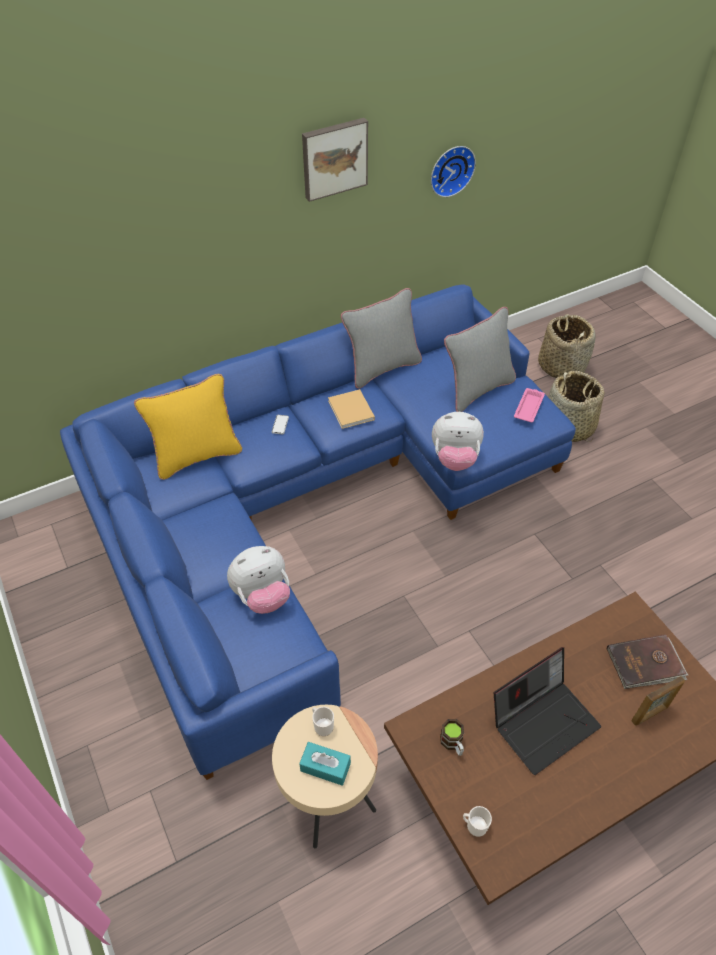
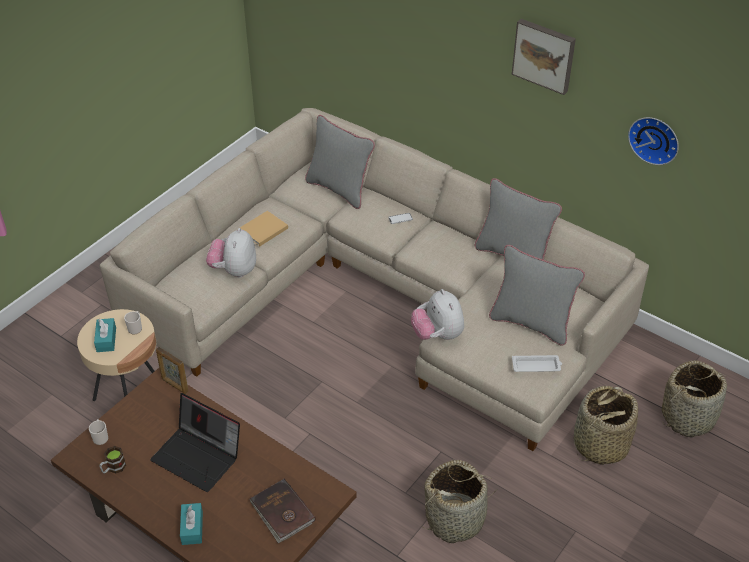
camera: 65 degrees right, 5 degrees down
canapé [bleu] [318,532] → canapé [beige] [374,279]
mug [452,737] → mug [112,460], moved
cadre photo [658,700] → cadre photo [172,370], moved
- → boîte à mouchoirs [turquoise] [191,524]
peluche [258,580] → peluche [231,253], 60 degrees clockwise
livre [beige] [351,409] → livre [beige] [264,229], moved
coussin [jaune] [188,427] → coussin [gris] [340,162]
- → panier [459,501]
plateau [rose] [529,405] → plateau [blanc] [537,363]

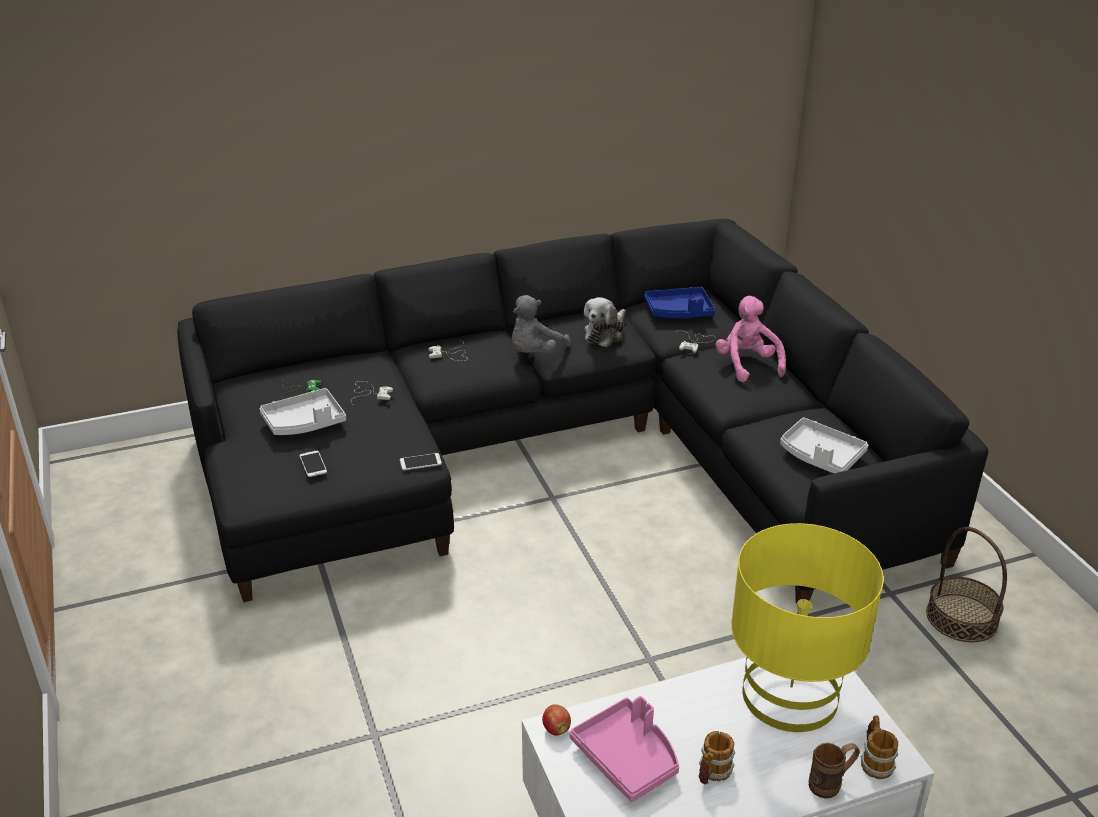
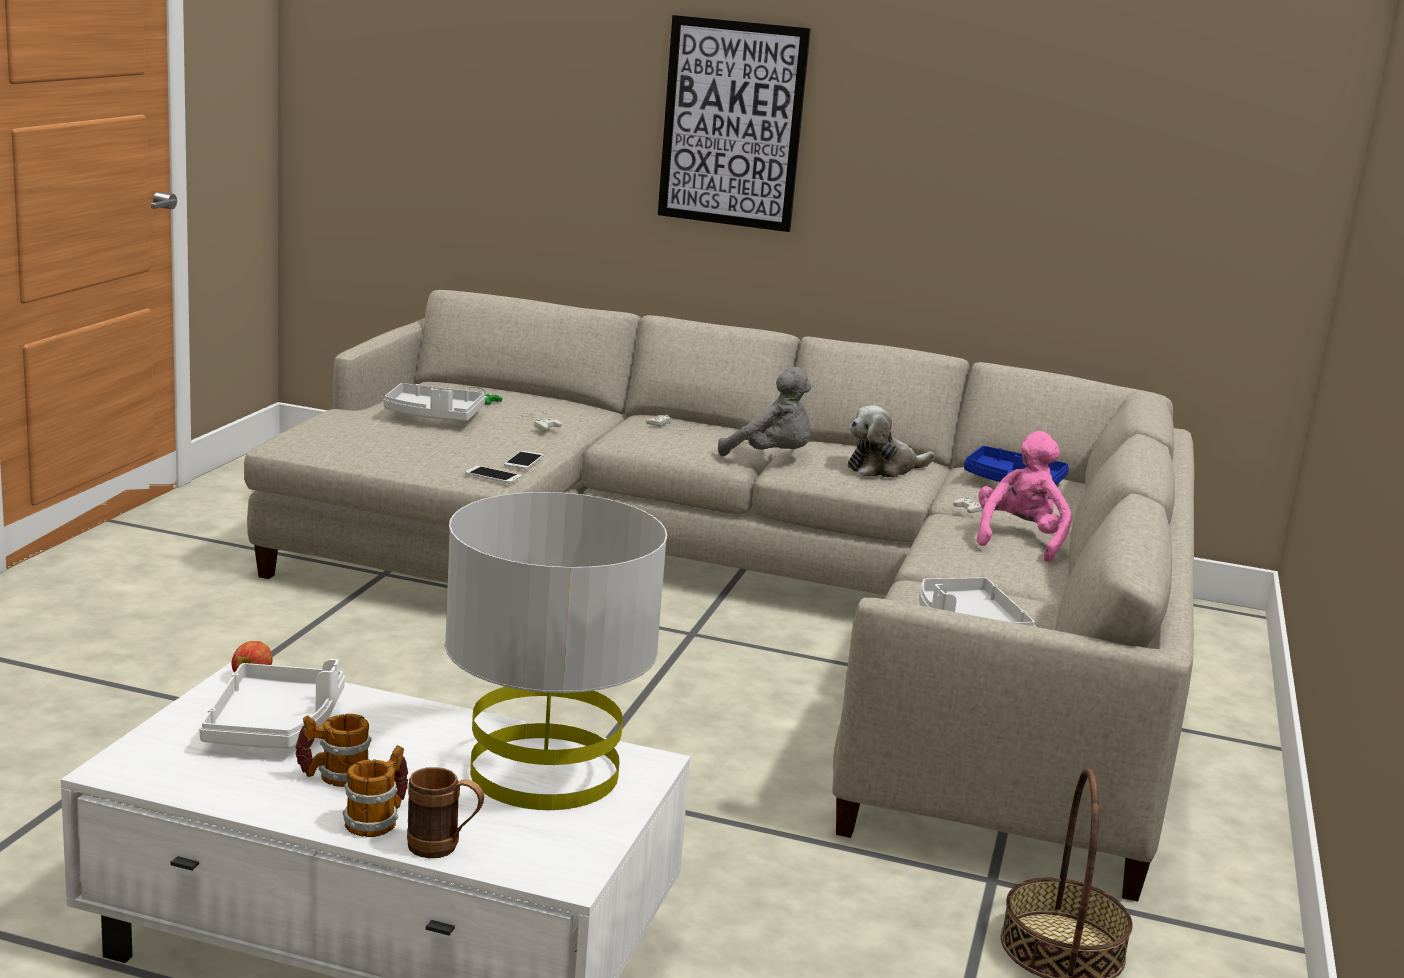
camera: 35 degrees right, 15 degrees down
plateau [rose] [624,749] → plateau [blanc] [272,704]
canapé [noir] [582,411] → canapé [beige] [719,596]
mug [879,747] → mug [375,791], moved
lampe de table [jaune] [807,627] → lampe de table [gris] [556,651]
téléphone [313,463] → téléphone [524,460], moved
- → tableau [734,123]
peluche [gris] [541,325] → peluche [gris] [764,411], 135 degrees counterclockwise

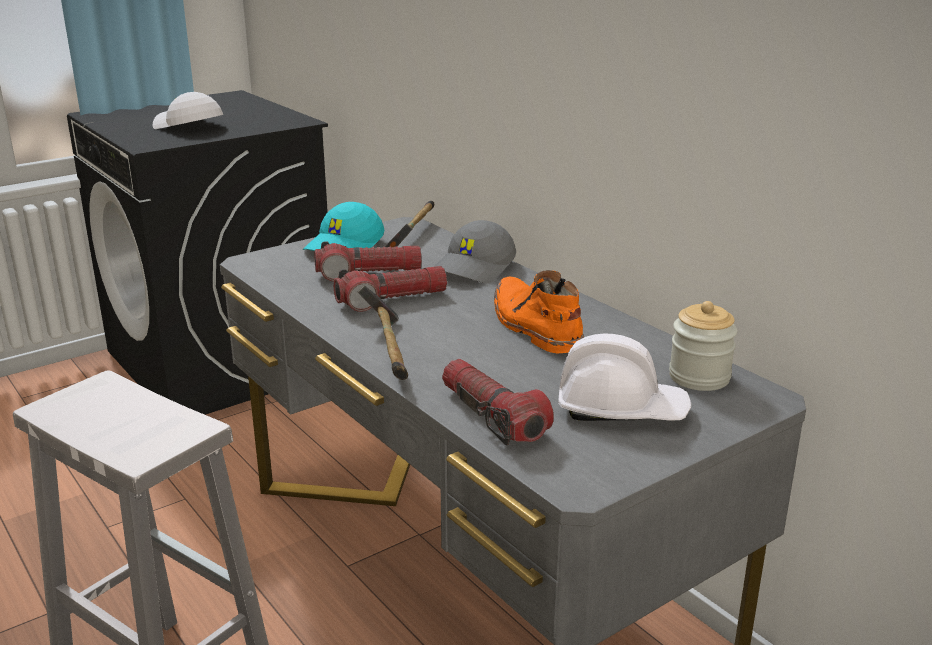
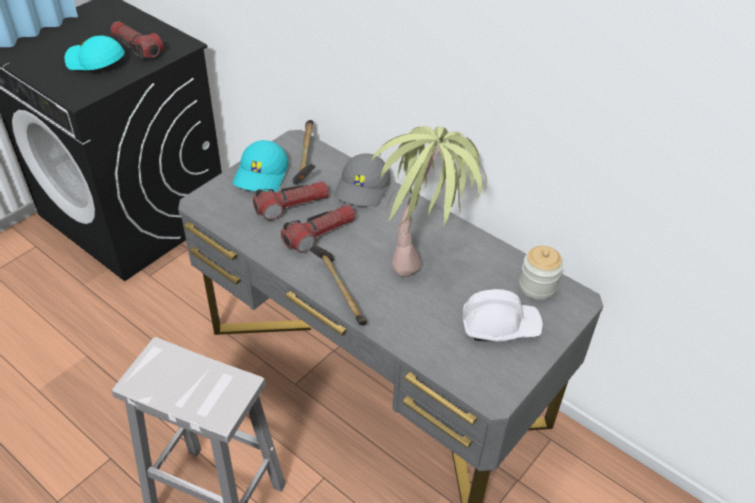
camera: 15 degrees left, 20 degrees up
casquette [blanc] [187,110] → casquette [turquoise] [95,52]
lampe de poche [498,402] → lampe de poche [137,40], moved
botte [orange] [539,311] → plante en pot [429,201]

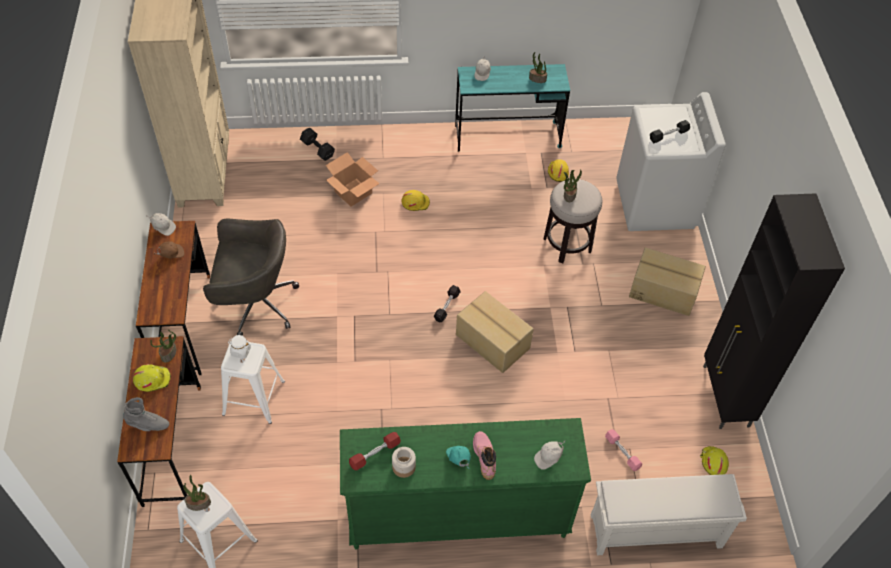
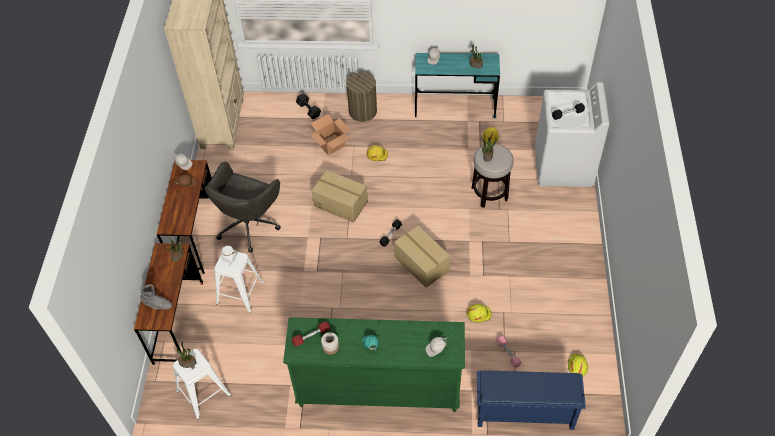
camera: 10 degrees right, 0 degrees up
chaise de bureau [gris] [251,277] → chaise de bureau [gris] [242,207], 105 degrees clockwise
carton [667,281] → carton [339,196], moved
- → panier à linge [361,97]
casque de chantier [jaune] [152,378] → casque de chantier [jaune] [479,313], moved
étagère à chaussures [blanc] [669,514] → étagère à chaussures [bleu] [531,400]
botte [rose] [484,455] → -
meuble de rangement [noir] [774,311] → -

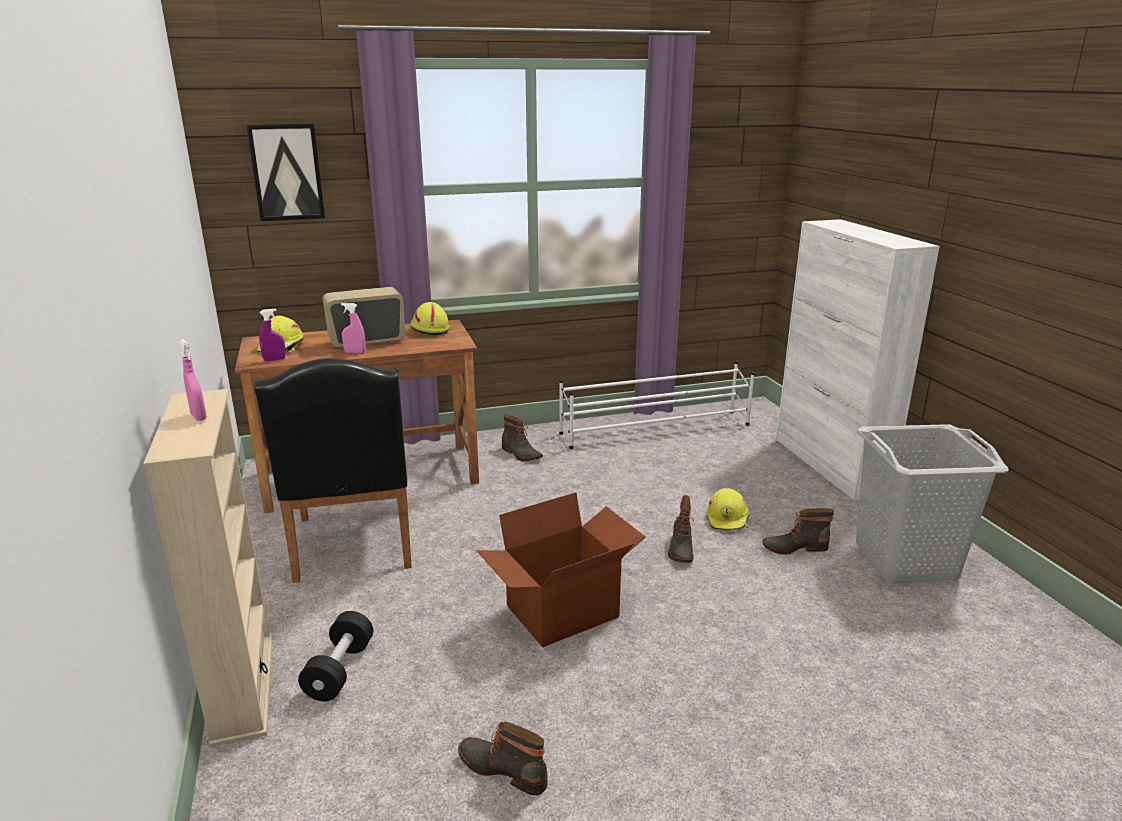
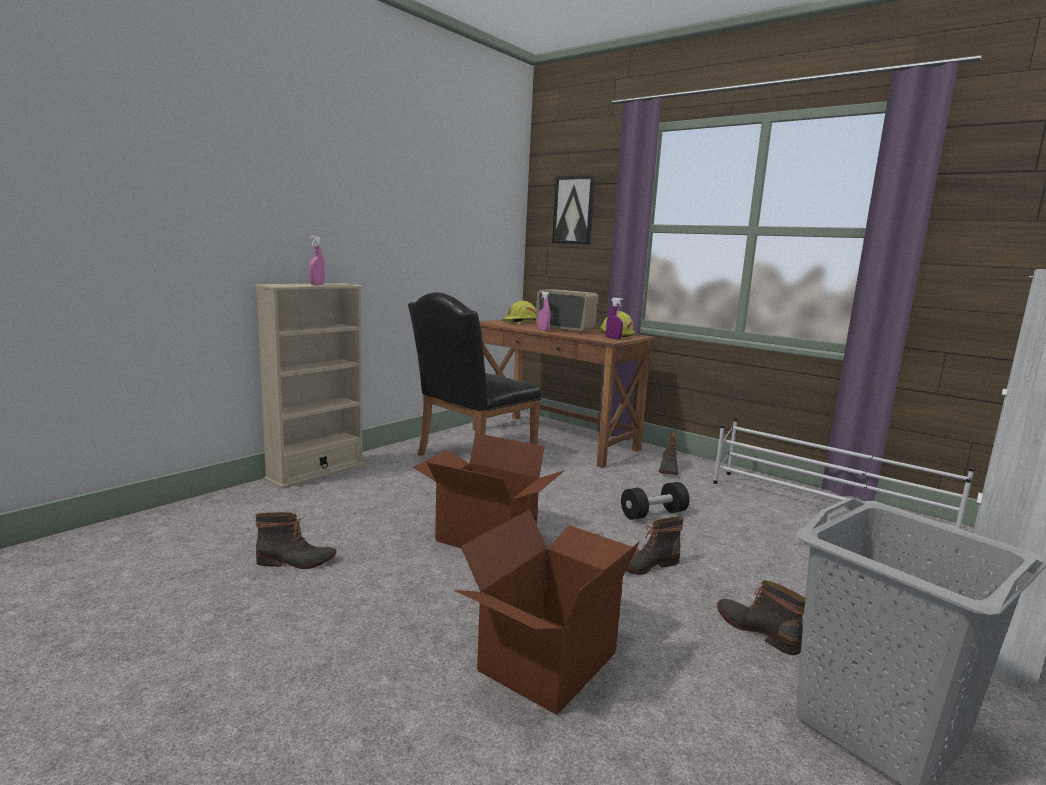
camera: 55 degrees right, 10 degrees down
botte [503,758] → botte [296,540], 90 degrees clockwise
- → carton [547,612]
vaporisateur [violet] [272,335] → vaporisateur [violet] [614,318], moved
haltère [noir] [335,656] → haltère [noir] [655,501], moved
casque de chantier [jaune] [728,509] → -

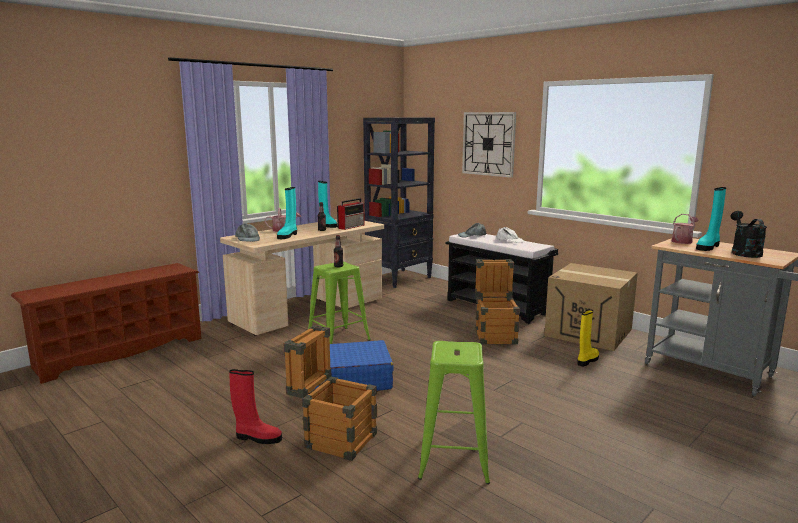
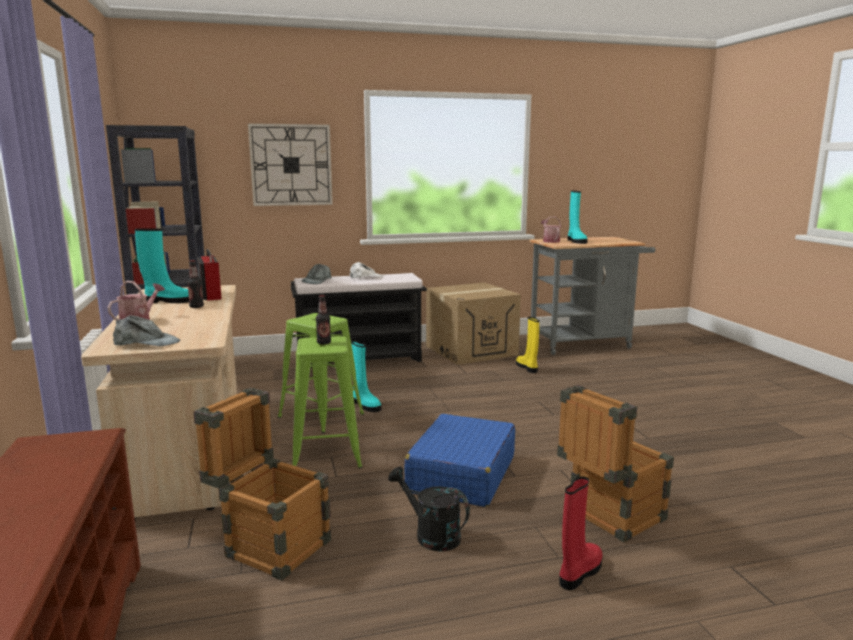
camera: 60 degrees left, 0 degrees up
caisse [497,302] → caisse [262,484], moved
tabouret [vert] [454,412] → tabouret [vert] [321,373], moved
botte [turquoise] [287,213] → botte [turquoise] [366,376], moved
arrosoir [noir] [749,234] → arrosoir [noir] [429,509], moved

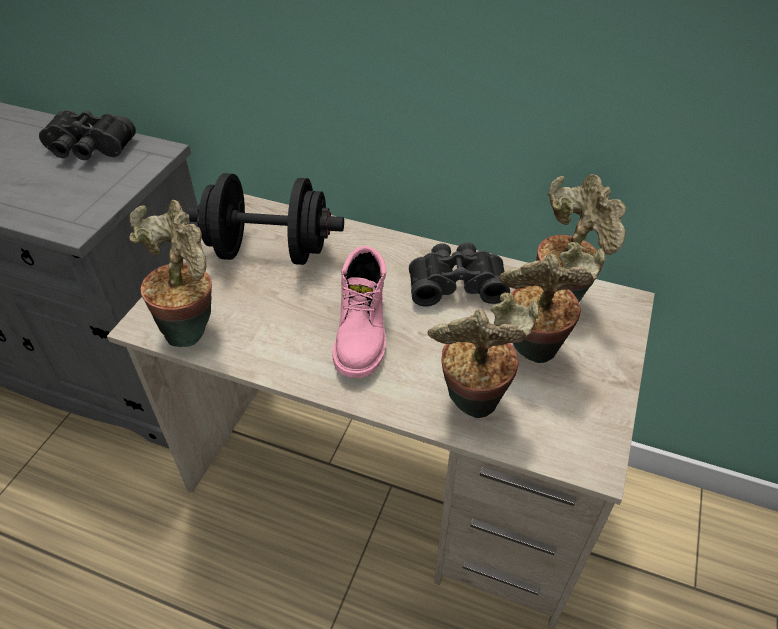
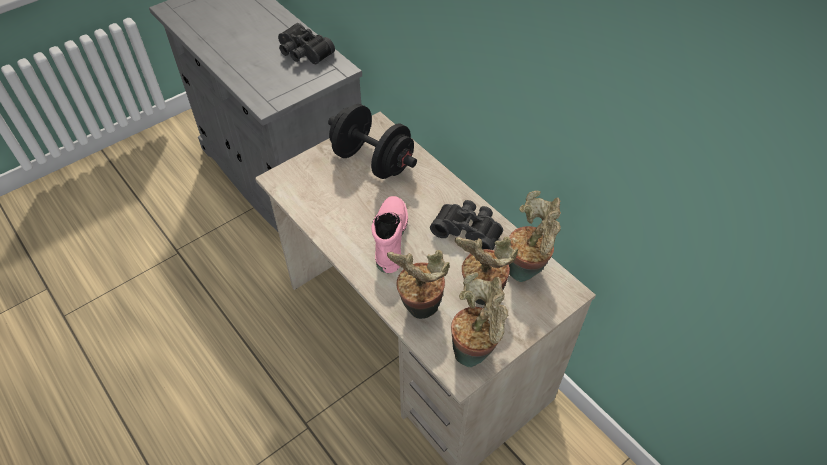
camera: 30 degrees right, 5 degrees up
botte [rose] [359,312] → botte [rose] [390,234], 150 degrees clockwise
plante en pot [171,273] → plante en pot [479,319], moved

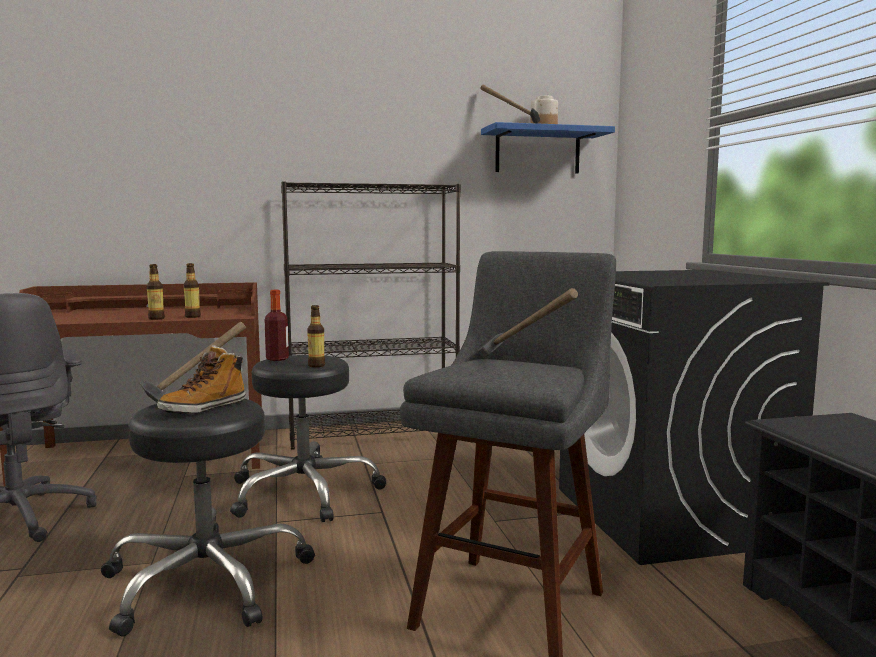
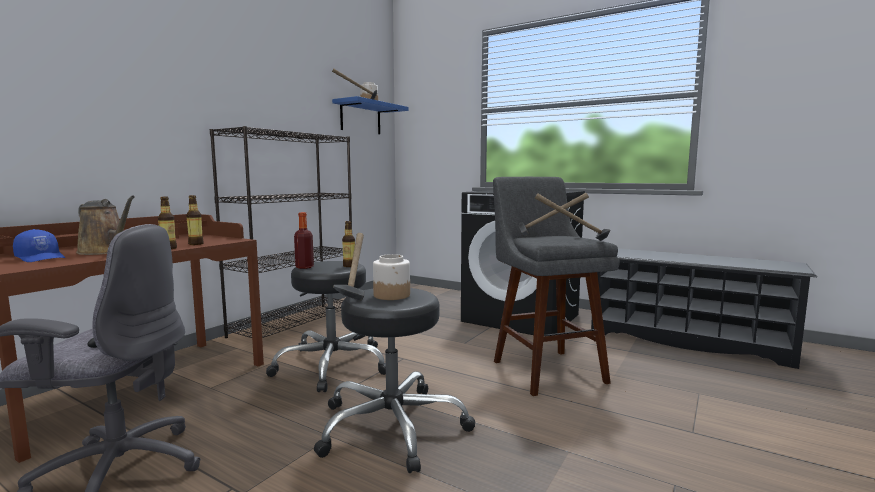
camera: 45 degrees left, 0 degrees up
- → casquette [bleu] [39,245]
- → arrosoir [marron] [105,225]
botte [201,379] → bocal [391,277]
- → marteau [573,217]

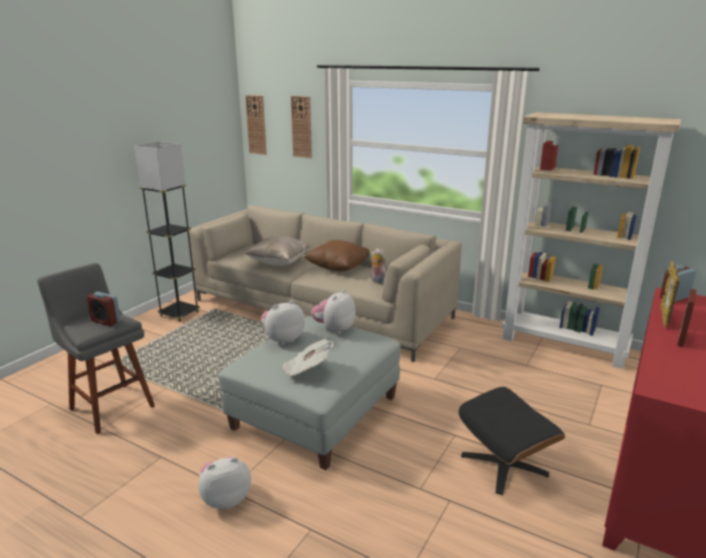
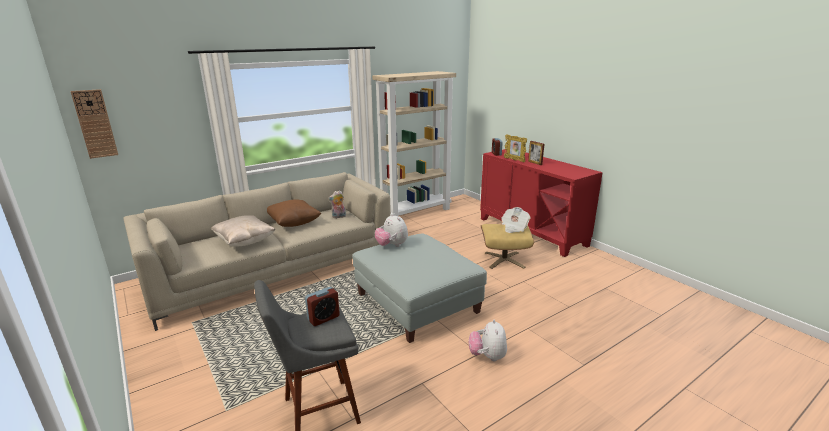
camera: 65 degrees left, 0 degrees up
pouf [noir] [511,441] → pouf [beige] [507,246]
journal [308,358] → journal [515,220], moved
lampadaire [gris] [167,232] → -
peluche [283,322] → -
horloge murale [301,127] → -

